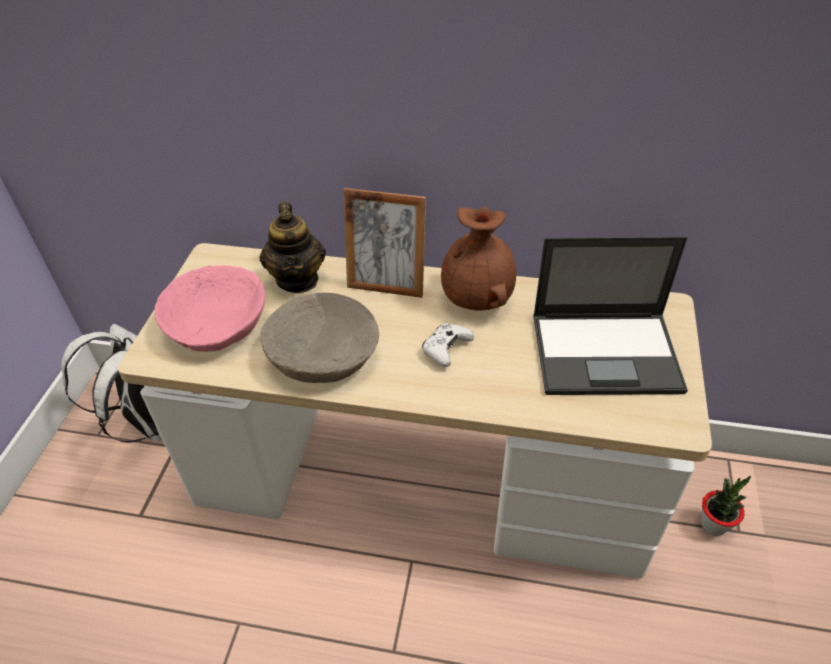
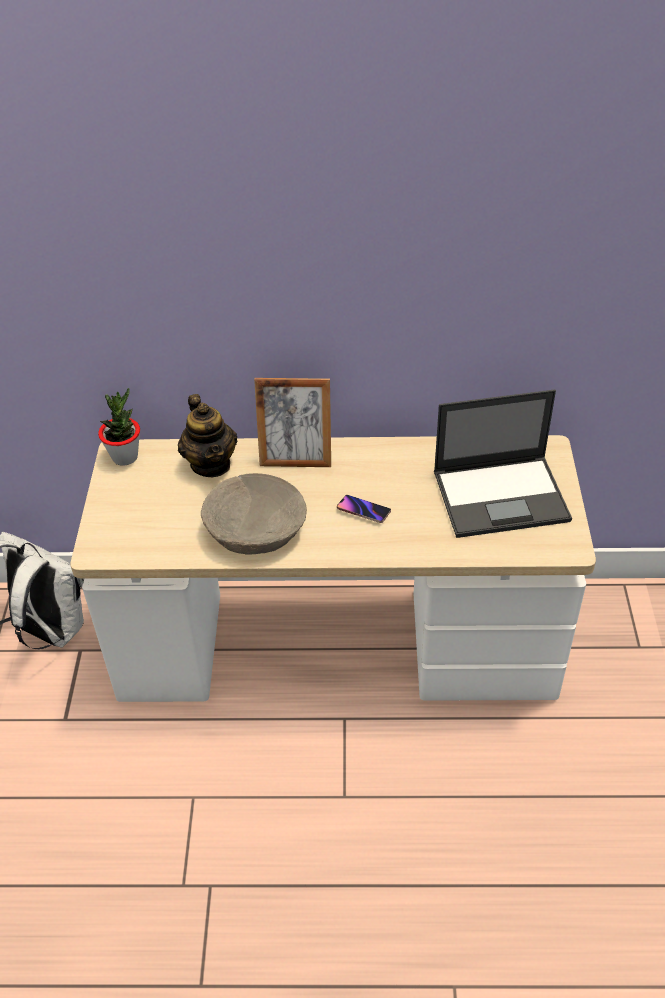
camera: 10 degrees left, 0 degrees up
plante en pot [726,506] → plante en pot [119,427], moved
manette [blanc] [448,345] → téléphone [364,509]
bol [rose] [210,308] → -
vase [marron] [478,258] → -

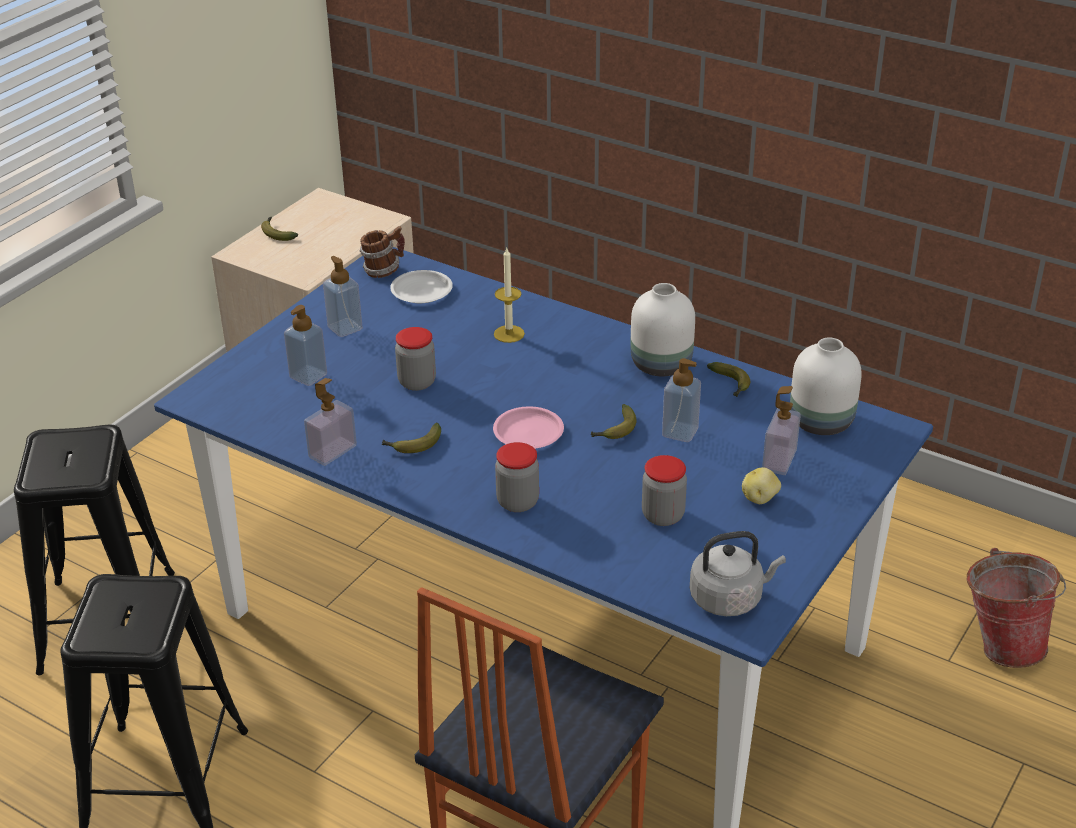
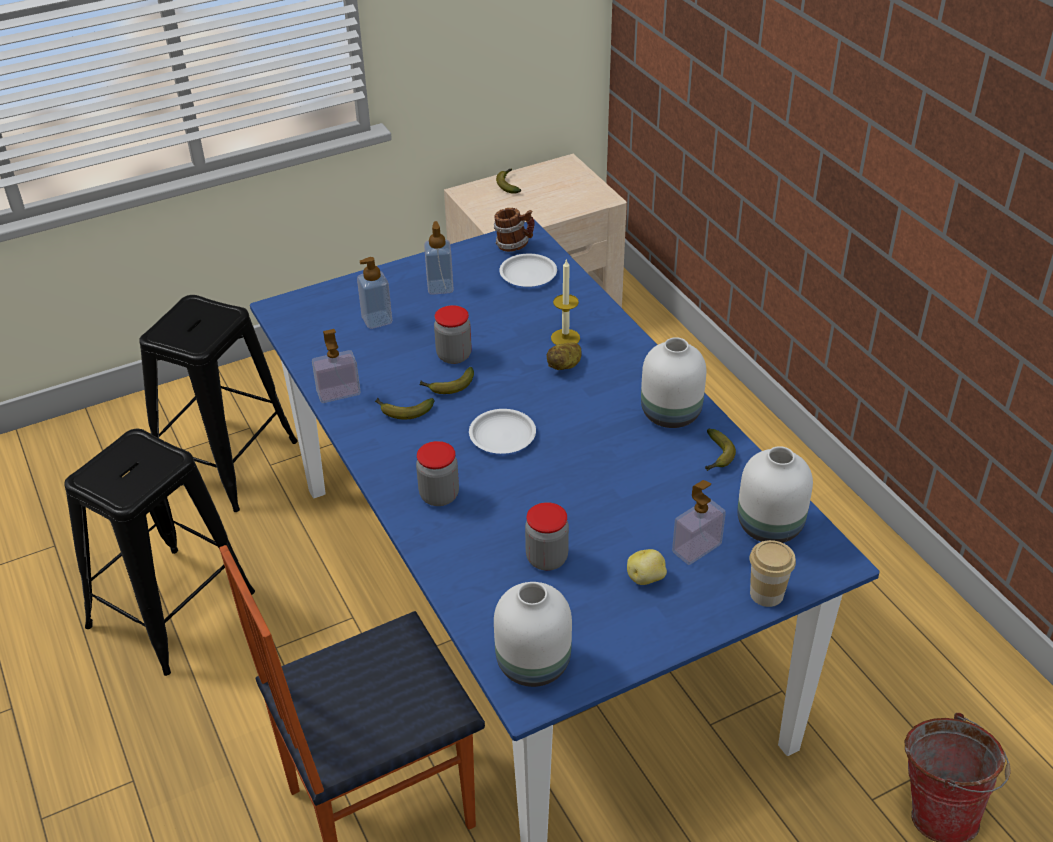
camera: 30 degrees right, 5 degrees up
banane [613,421] → banane [446,380], moved
assiette [rose] [528,427] → assiette [blanc] [502,431]
bouilloire [gris] [738,573] → vase [blanc] [533,634]
- → pomme de terre [563,356]
- → tasse [772,573]
distributeur de savon [681,400] → -

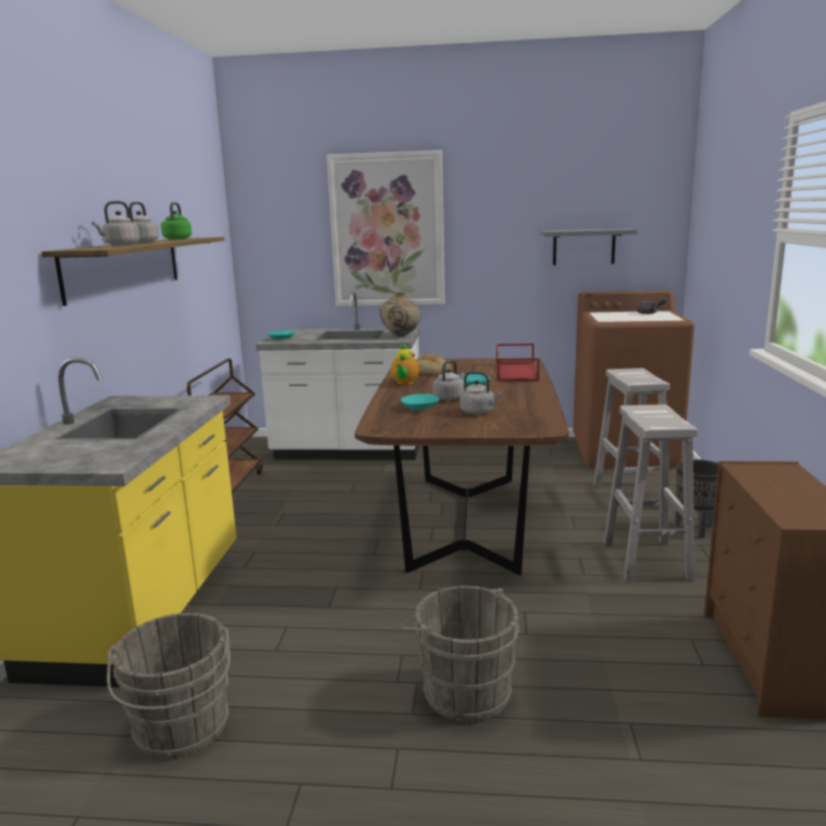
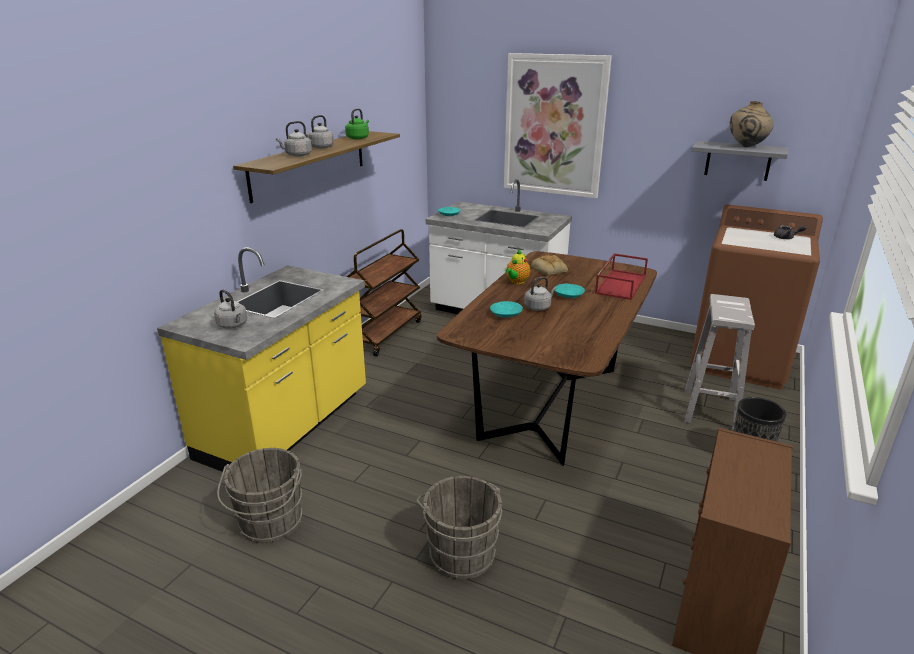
camera: 20 degrees right, 10 degrees up
bouilloire [gris] [481,392] → bouilloire [gris] [230,308], moved
vase [beige] [400,314] → vase [beige] [752,124], moved
tabouret [blanc] [651,493] → -

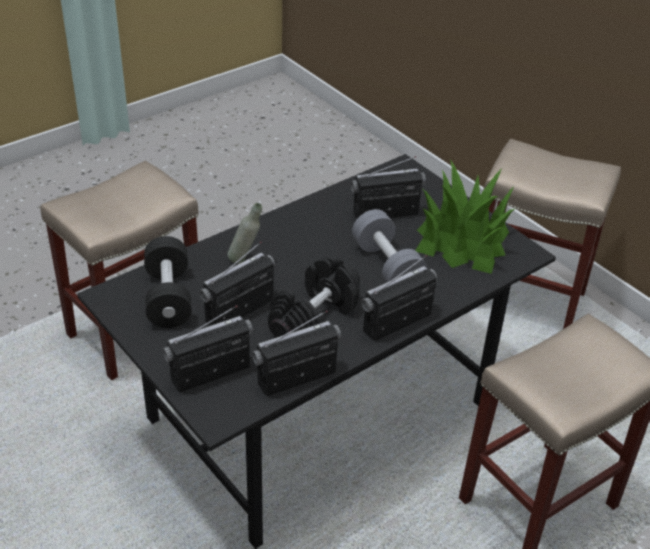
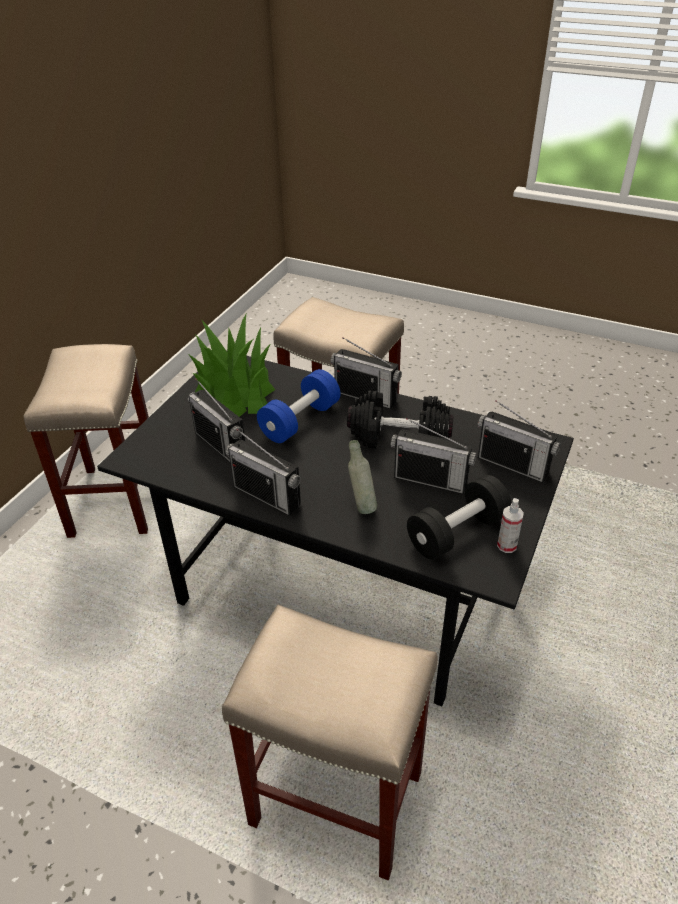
camera: 115 degrees left, 0 degrees up
radio [296,353] → radio [263,472], moved
haltère [gris] [390,245] → haltère [bleu] [299,406]
- → vaporisateur [510,525]

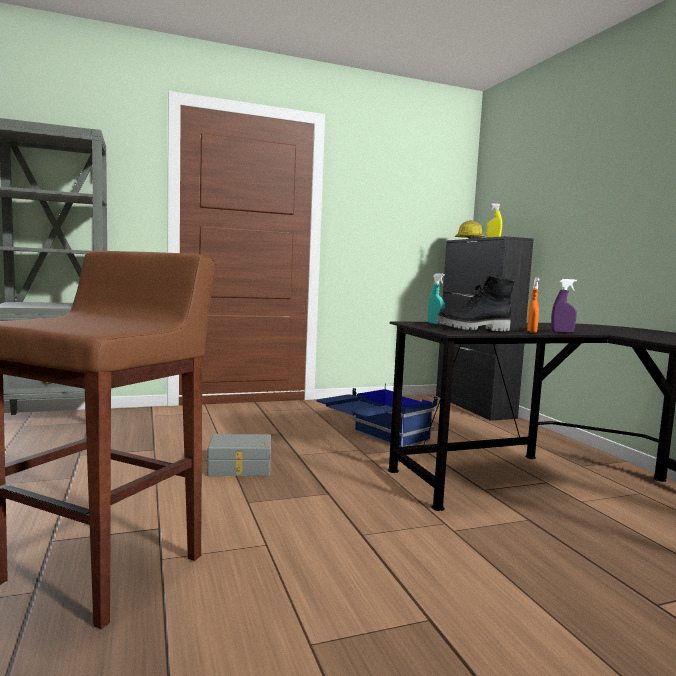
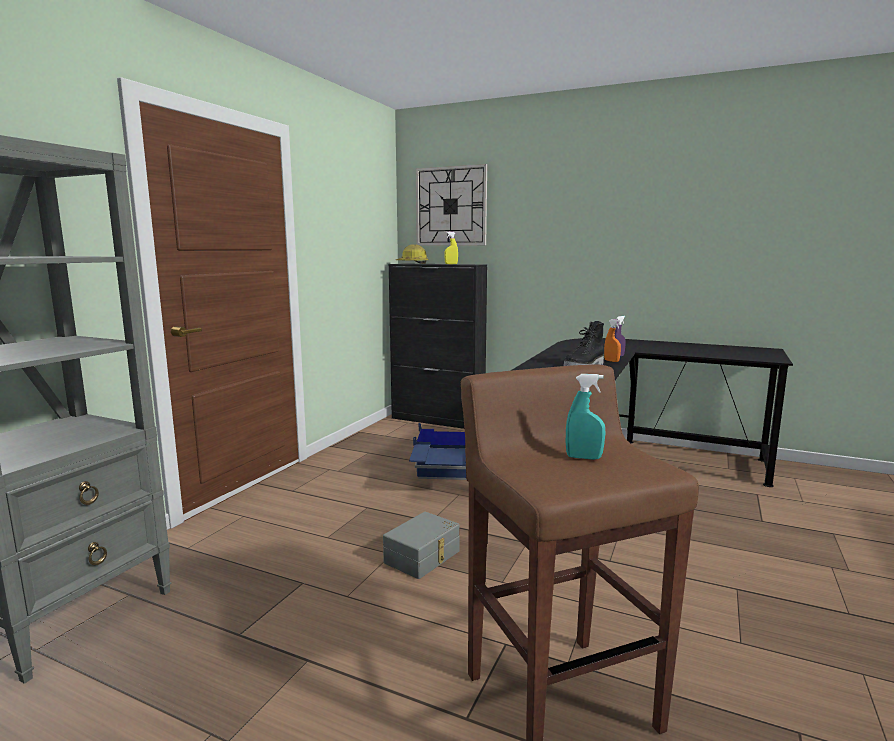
camera: 45 degrees left, 5 degrees up
- → horloge murale [451,205]
vaporisateur [turquoise] [436,299] → vaporisateur [turquoise] [586,417], moved

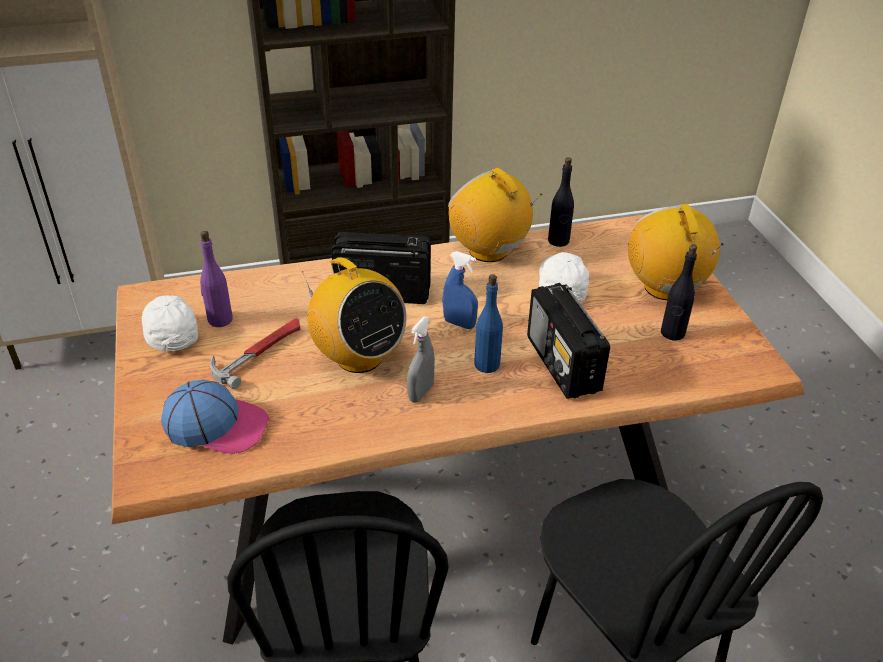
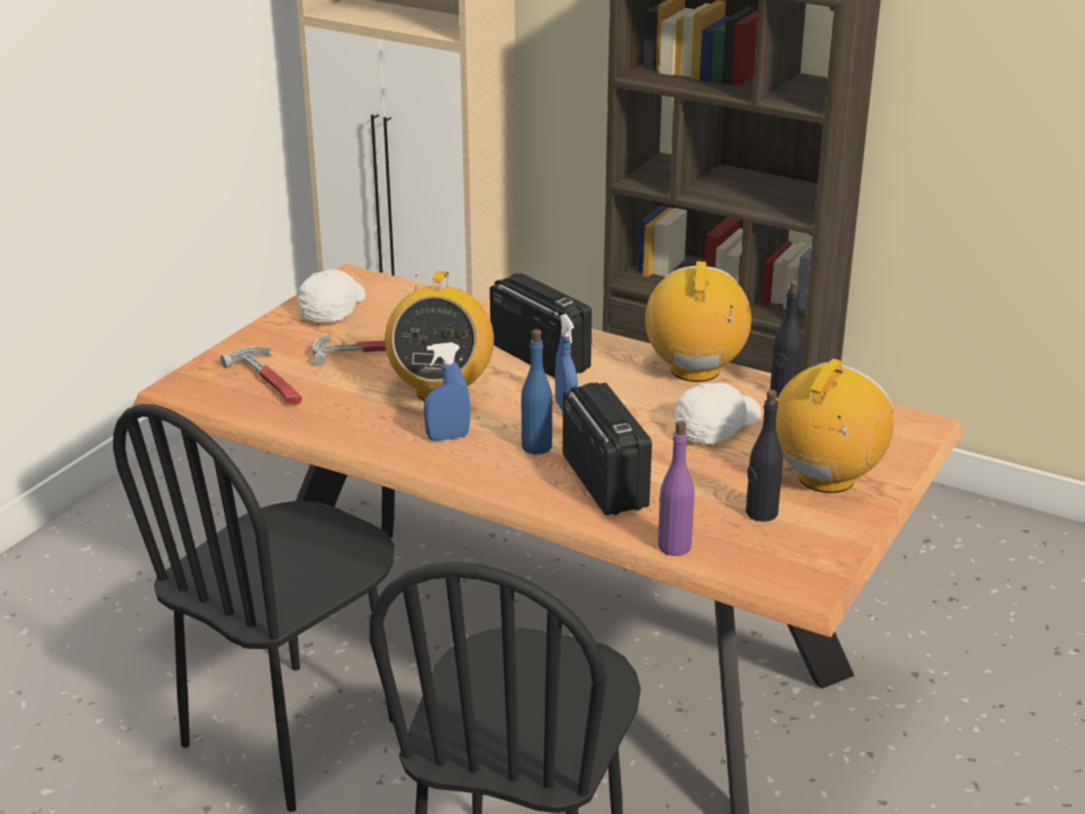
camera: 45 degrees right, 10 degrees down
casquette [215,416] → marteau [261,375]
vaporisateur [gris] [421,359] → vaporisateur [bleu] [447,391]
radio [568,341] → radio [607,449], 135 degrees clockwise
bouteille [violet] [216,279] → bouteille [violet] [676,488], moved

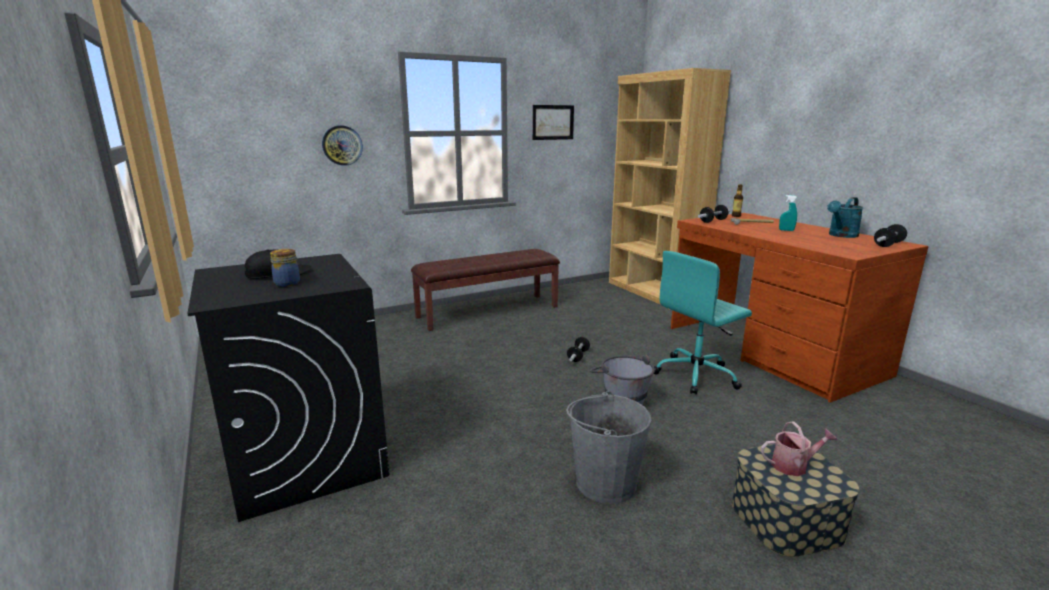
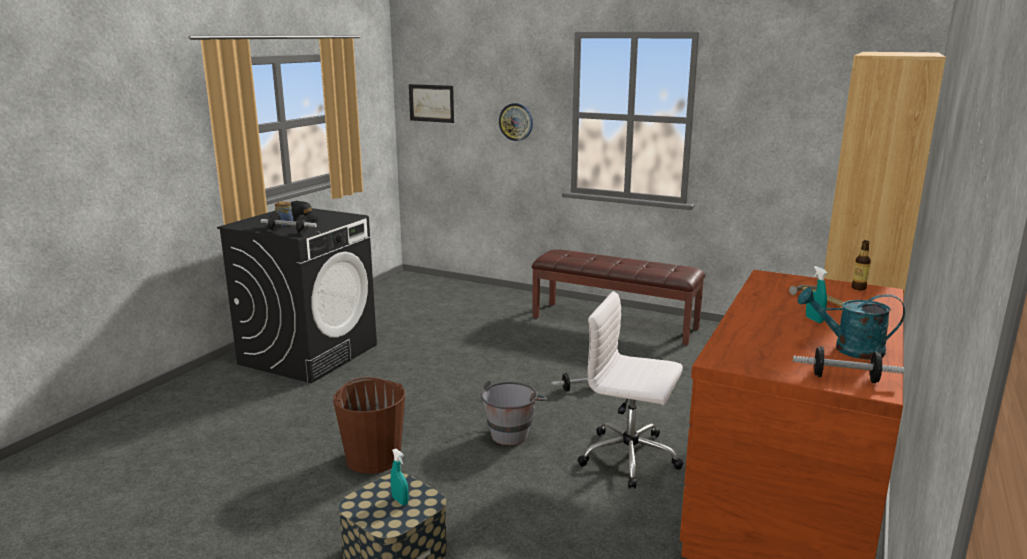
camera: 55 degrees right, 0 degrees up
haltère [714,214] → haltère [289,223], moved
seau [gris] [608,447] → seau [marron] [369,425]
arrosoir [799,448] → vaporisateur [turquoise] [400,477]
tableau [553,122] → tableau [431,103], moved
chaise de bureau [turquoise] [703,322] → chaise de bureau [blanc] [630,390]

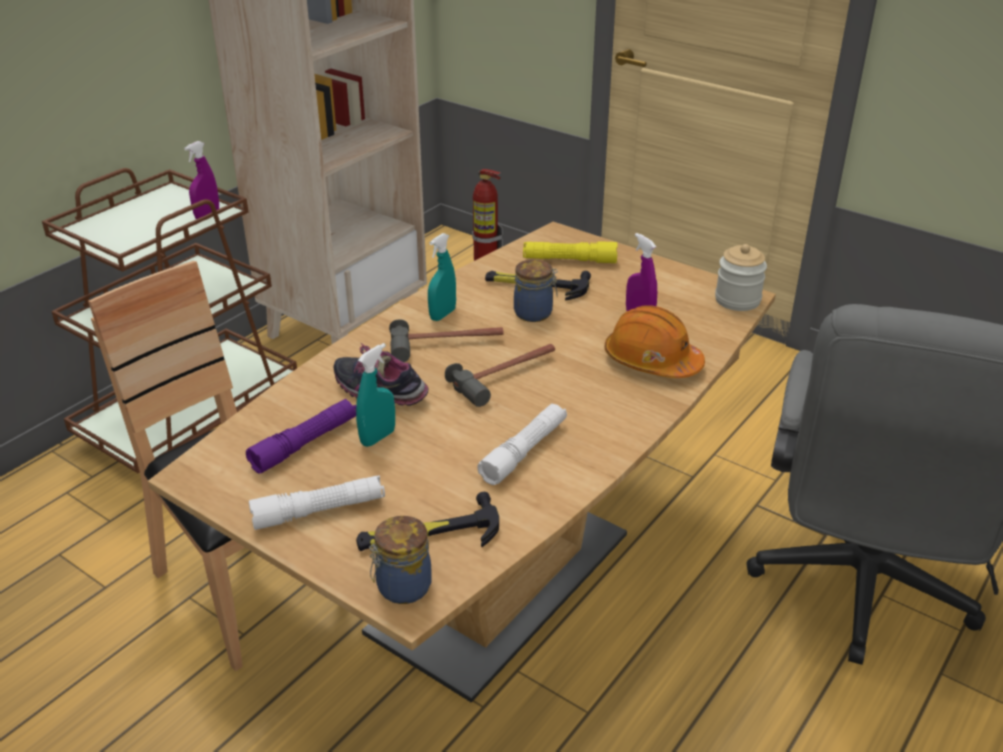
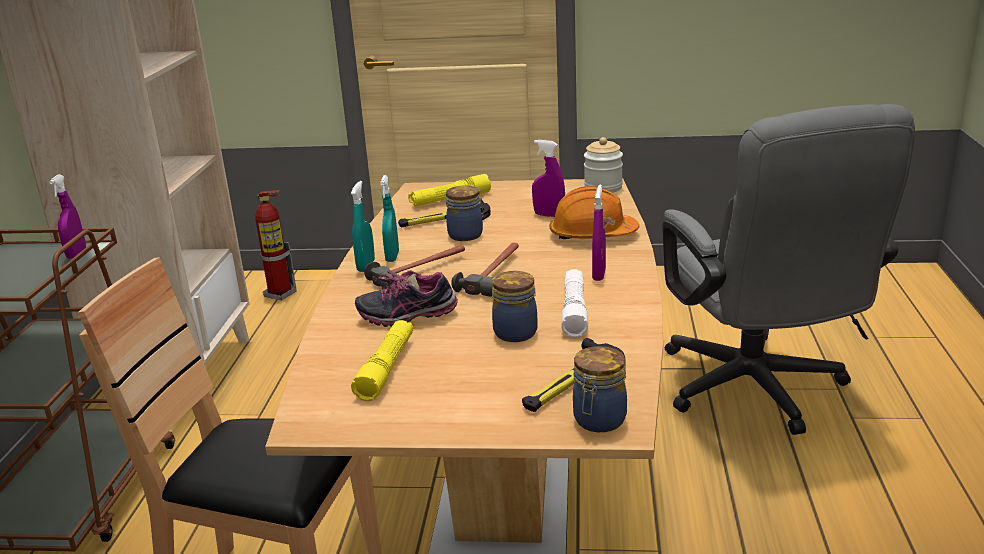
camera: 30 degrees left, 10 degrees down
vaporisateur [turquoise] [375,395] → vaporisateur [turquoise] [363,226], moved
lampe de poche [violet] [301,436] → lampe de poche [jaune] [382,360]
- → bocal [515,306]
- → vaporisateur [violet] [599,232]
lampe de poche [blanc] [317,502] → -

